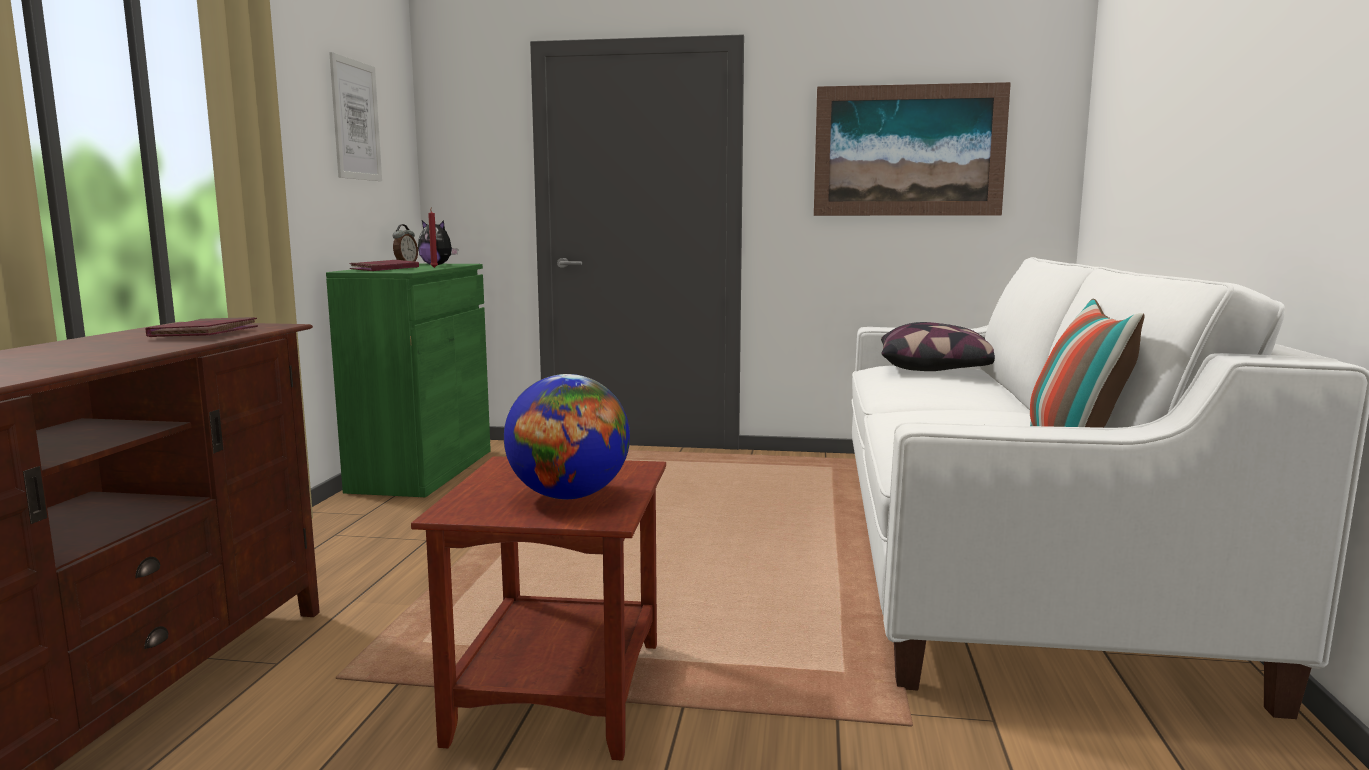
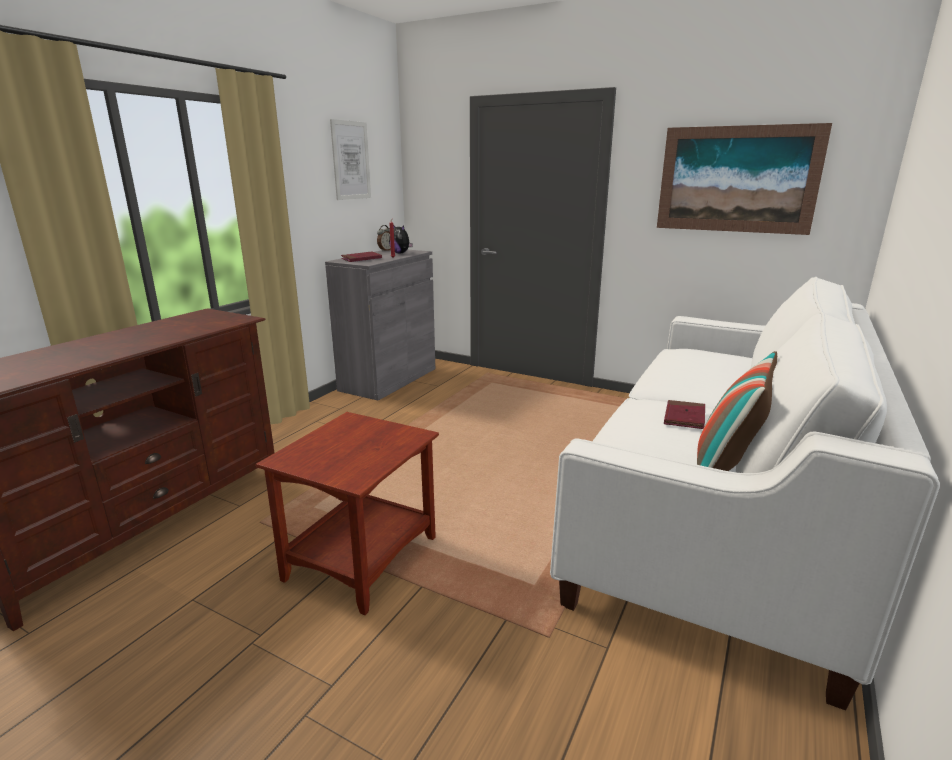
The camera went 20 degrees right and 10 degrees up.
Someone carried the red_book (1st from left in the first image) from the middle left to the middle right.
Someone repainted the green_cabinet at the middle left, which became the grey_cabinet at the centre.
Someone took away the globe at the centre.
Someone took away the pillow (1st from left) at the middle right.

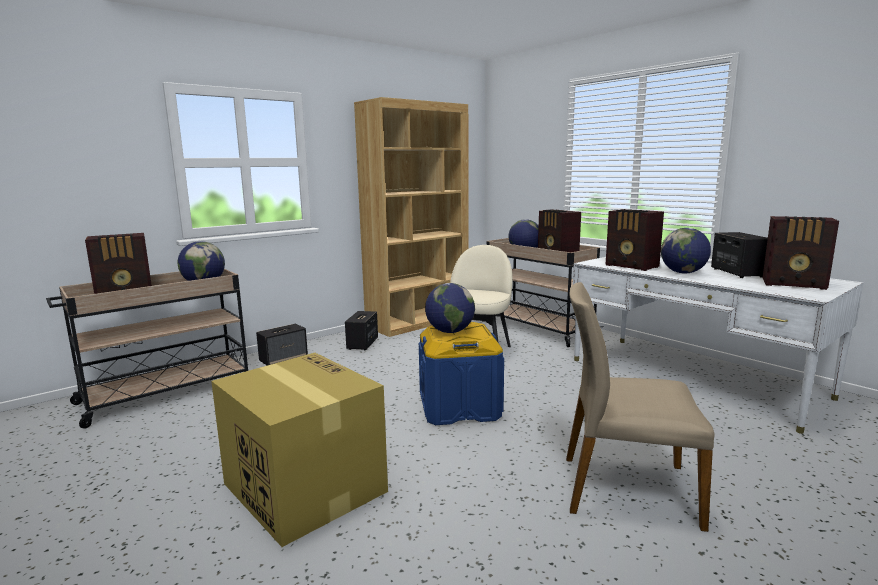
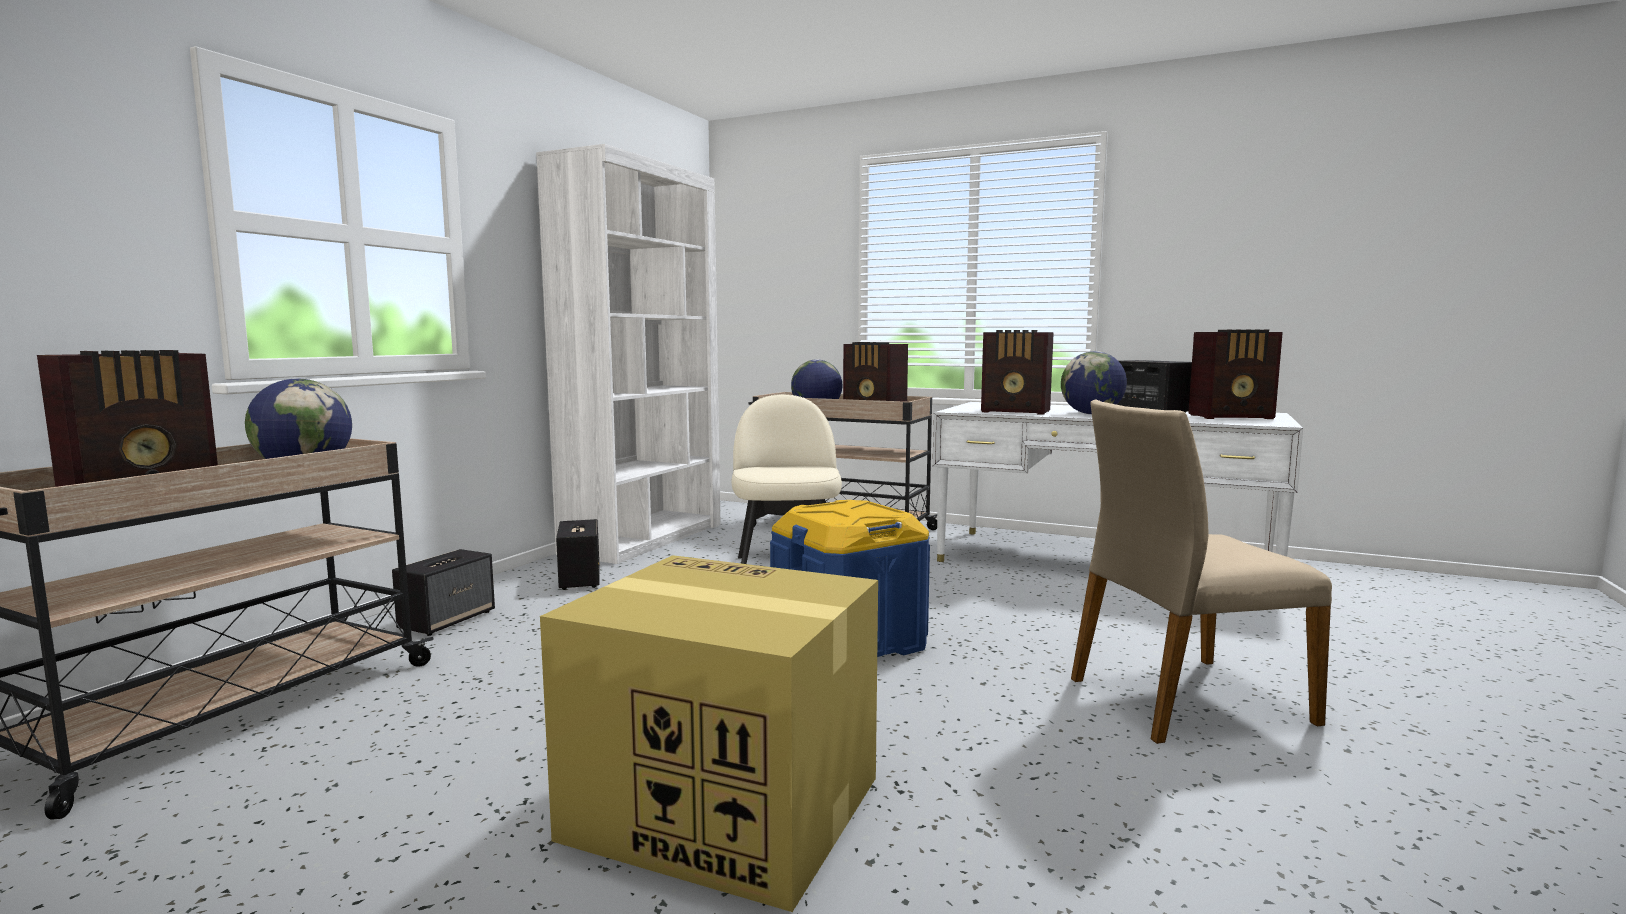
The camera went 25 degrees left and 5 degrees down.
Someone repainted the brown_bookcase at the centre, which became the white_bookcase at the centre.
Someone took away the globe (2nd from left) at the centre.

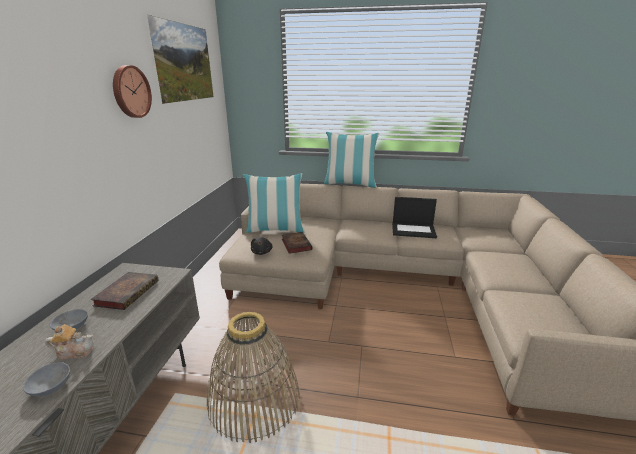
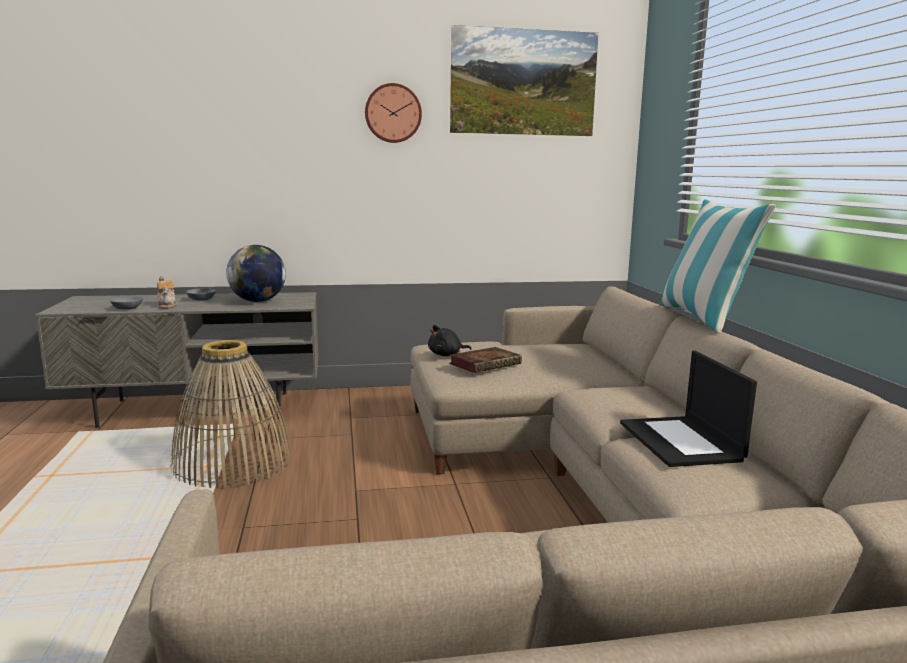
The camera went 70 degrees right and 10 degrees down.
Someone swapped the book (1st from left) at the middle left for the globe at the middle left.
Someone took away the pillow (1st from left) at the centre.

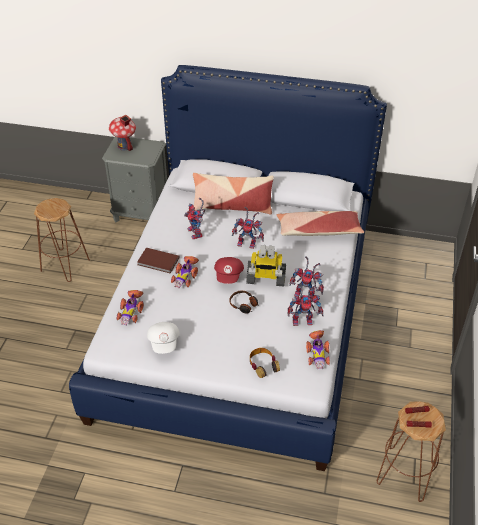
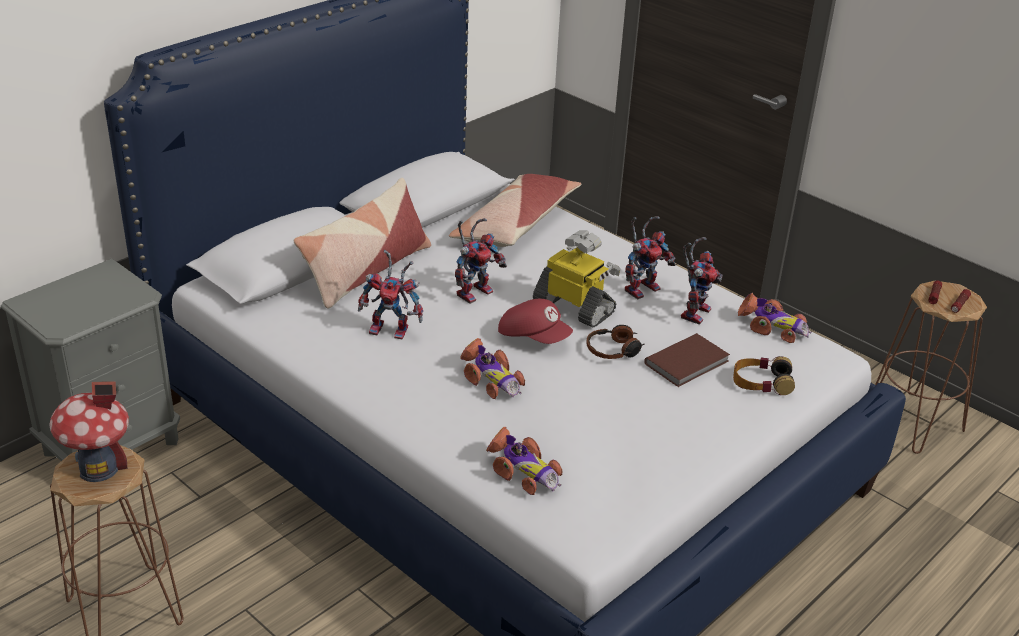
The camera went 60 degrees left and 10 degrees down.
Someone carried the toy_house from the top left to the bottom left.
Someone carried the brown_book from the middle left to the middle right.
Someone took away the white_cap at the centre.
Someone rotated the toy_robot (3rd from left) at the centre by 90 degrees counterclockwise.

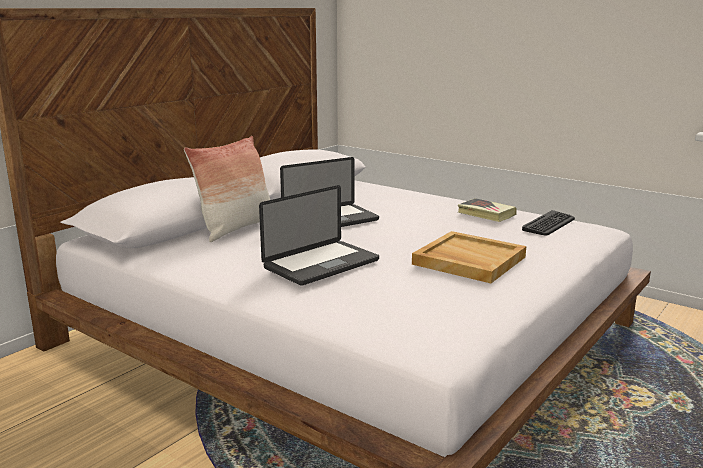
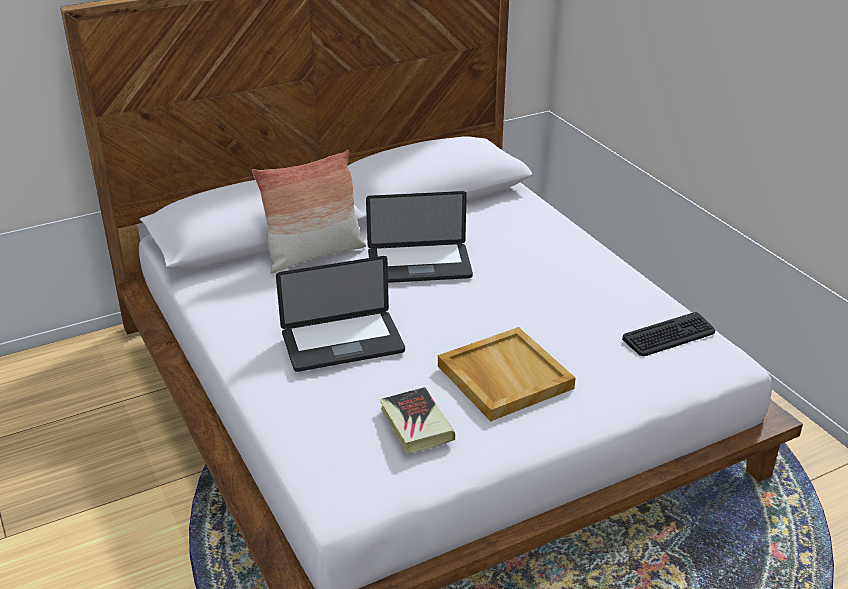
The camera went 25 degrees right and 15 degrees up.
Someone carried the book from the middle right to the bottom centre.

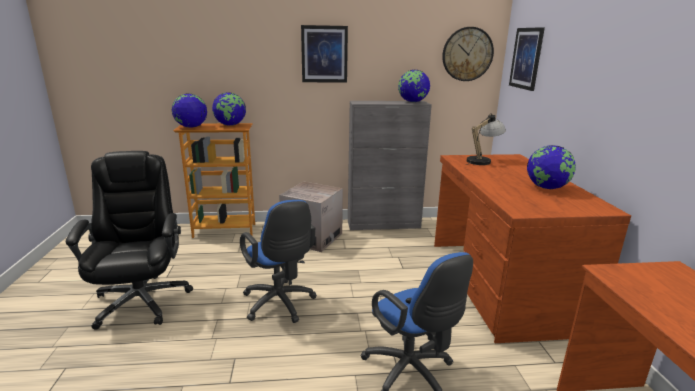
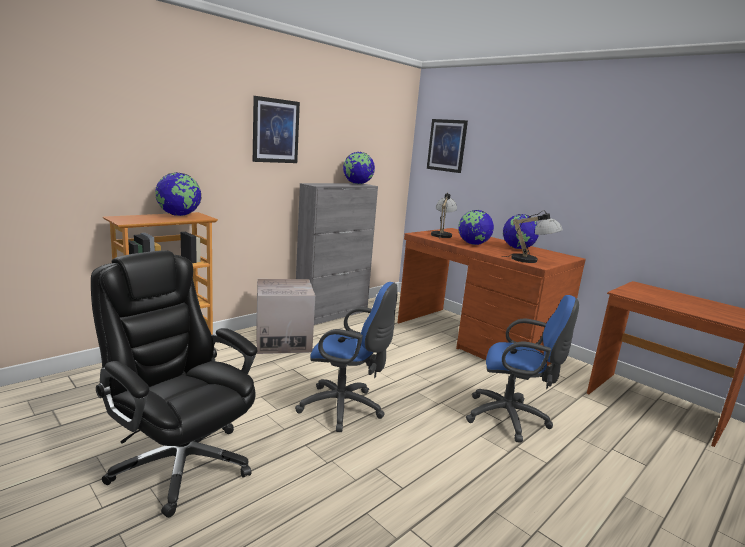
The camera went 40 degrees left and 5 degrees down.
Someone carried the globe (1st from left in the first image) from the top left to the centre.
Someone took away the wall_clock at the top right.
Someone put down the table_lamp (2nd from left) at the middle right.

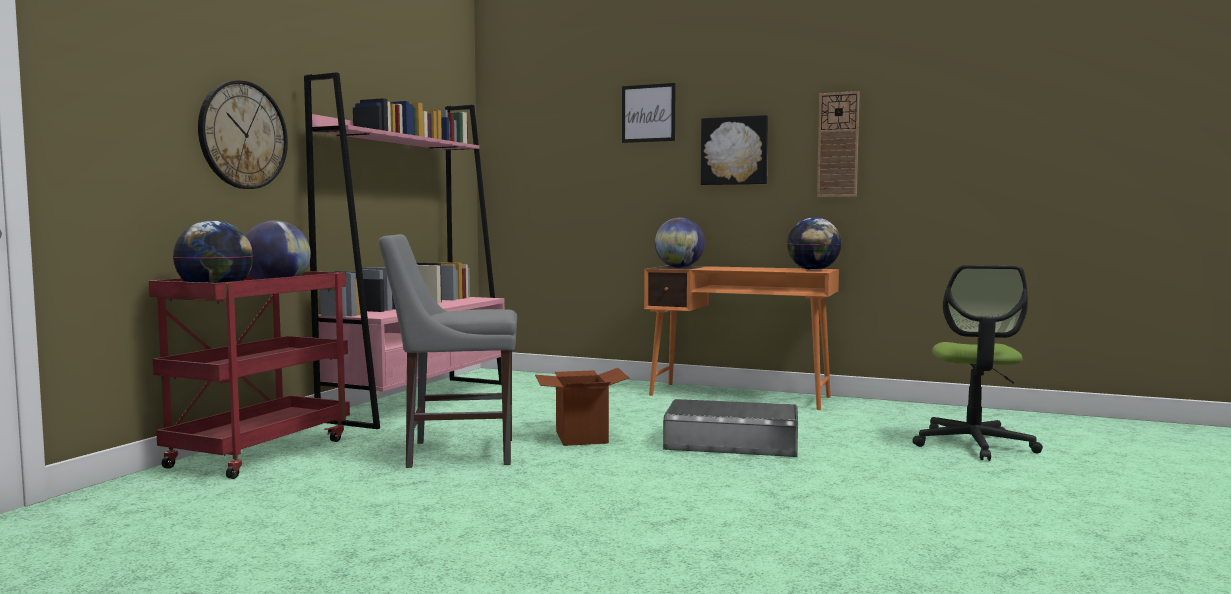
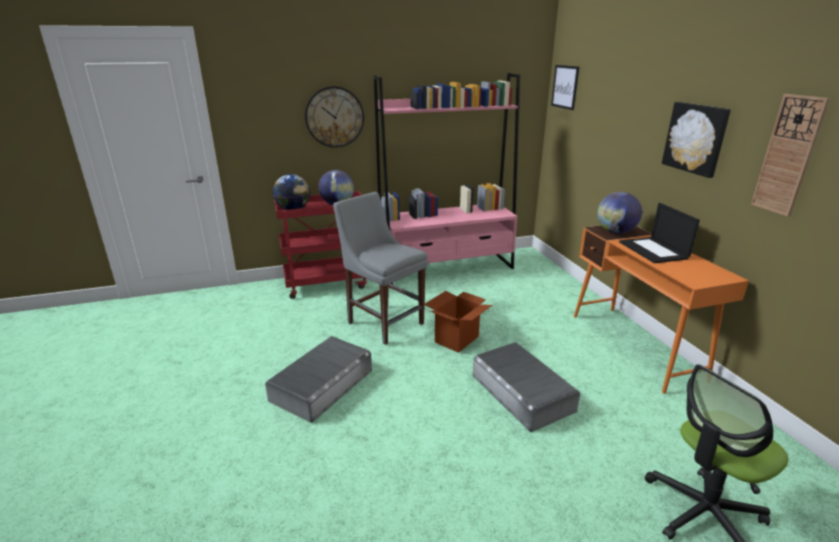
The camera went 50 degrees right and 20 degrees up.
Someone carried the picture (1st from left) from the top centre to the top right.
Someone took away the globe (4th from left) at the centre.
Someone put down the grey_storage_box (1st from left) at the bottom centre.
Someone put down the laptop at the middle right.

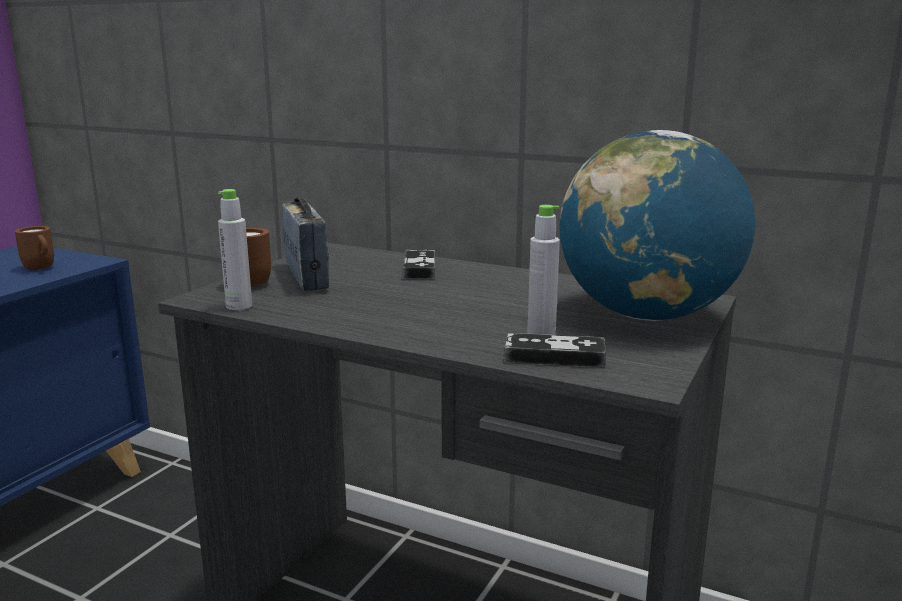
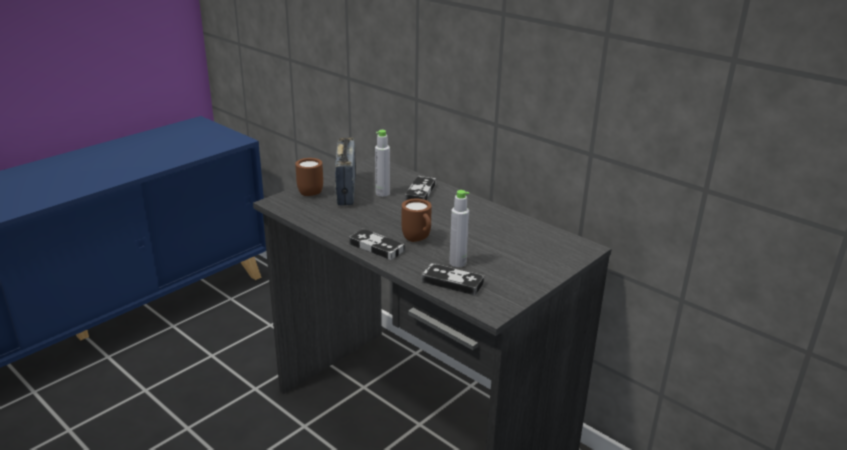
The camera went 15 degrees right and 10 degrees up.
Someone carried the brown_mug (1st from left in the first image) from the middle left to the centre.
Someone carried the grey_bottle (1st from left) from the middle left to the centre.
Someone took away the globe at the middle right.
Someone put down the game_controller (1st from left) at the centre.

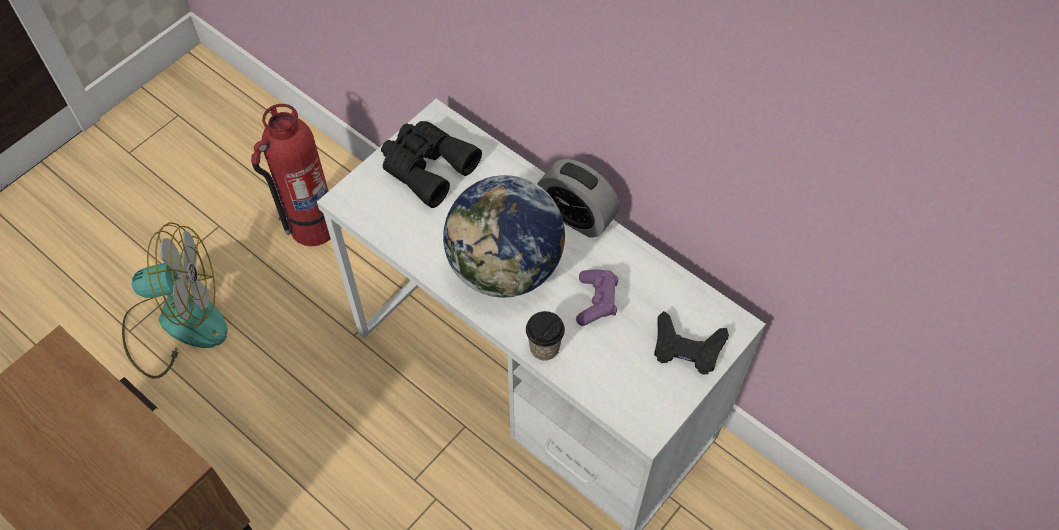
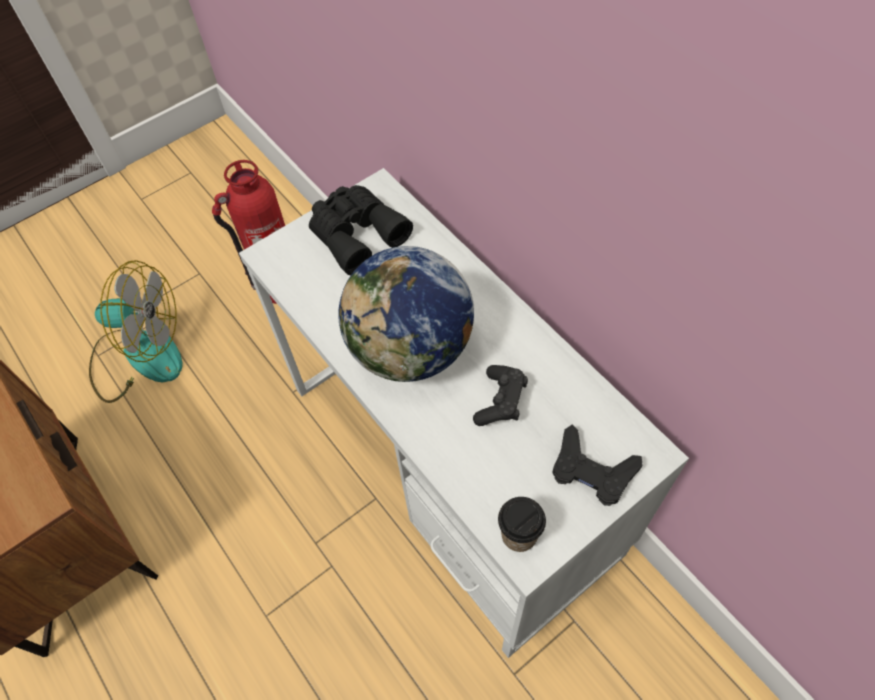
The camera went 15 degrees right and 0 degrees up.
Someone carried the cup from the centre to the bottom centre.
Someone took away the alarm_clock at the centre.
Someone repainted the purple_game_controller at the centre, which became the black_game_controller (1st from left) at the centre.

